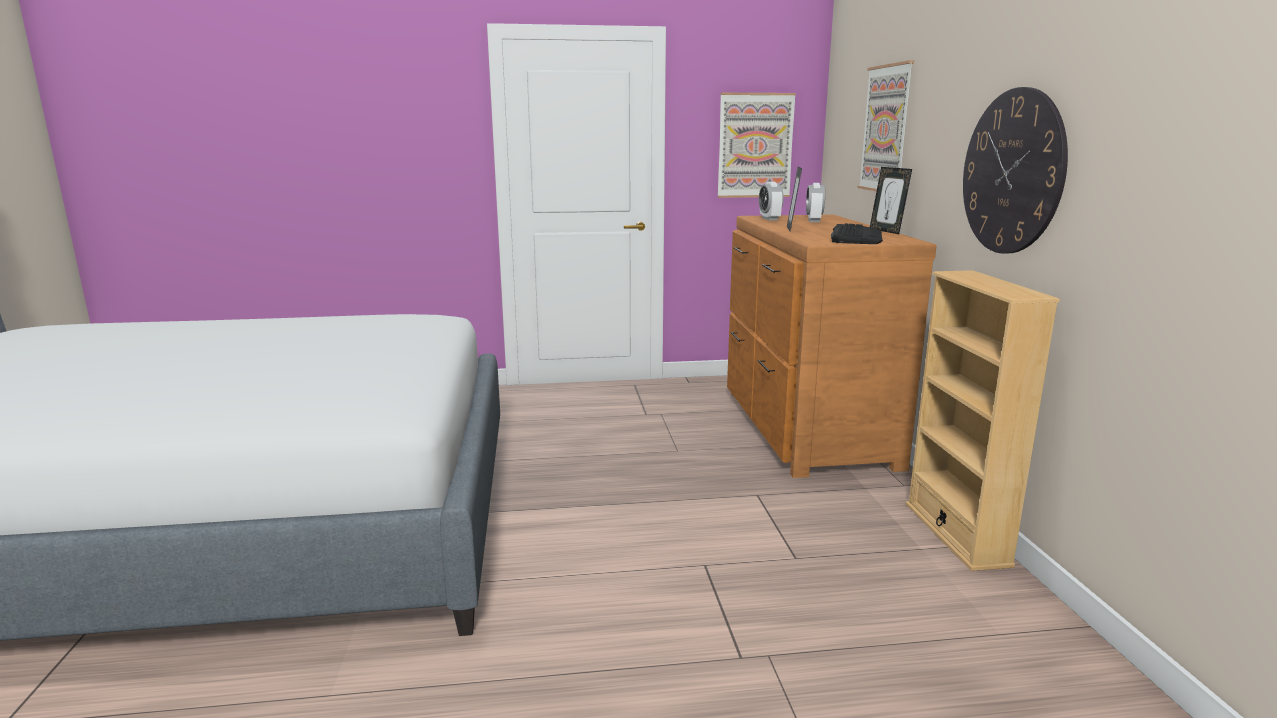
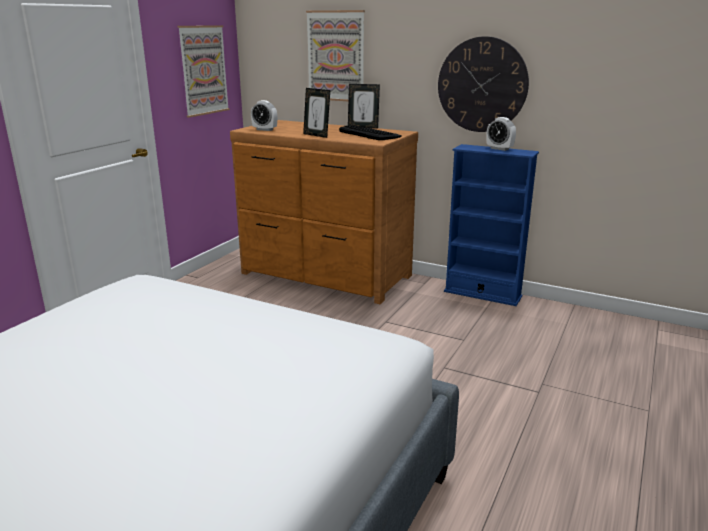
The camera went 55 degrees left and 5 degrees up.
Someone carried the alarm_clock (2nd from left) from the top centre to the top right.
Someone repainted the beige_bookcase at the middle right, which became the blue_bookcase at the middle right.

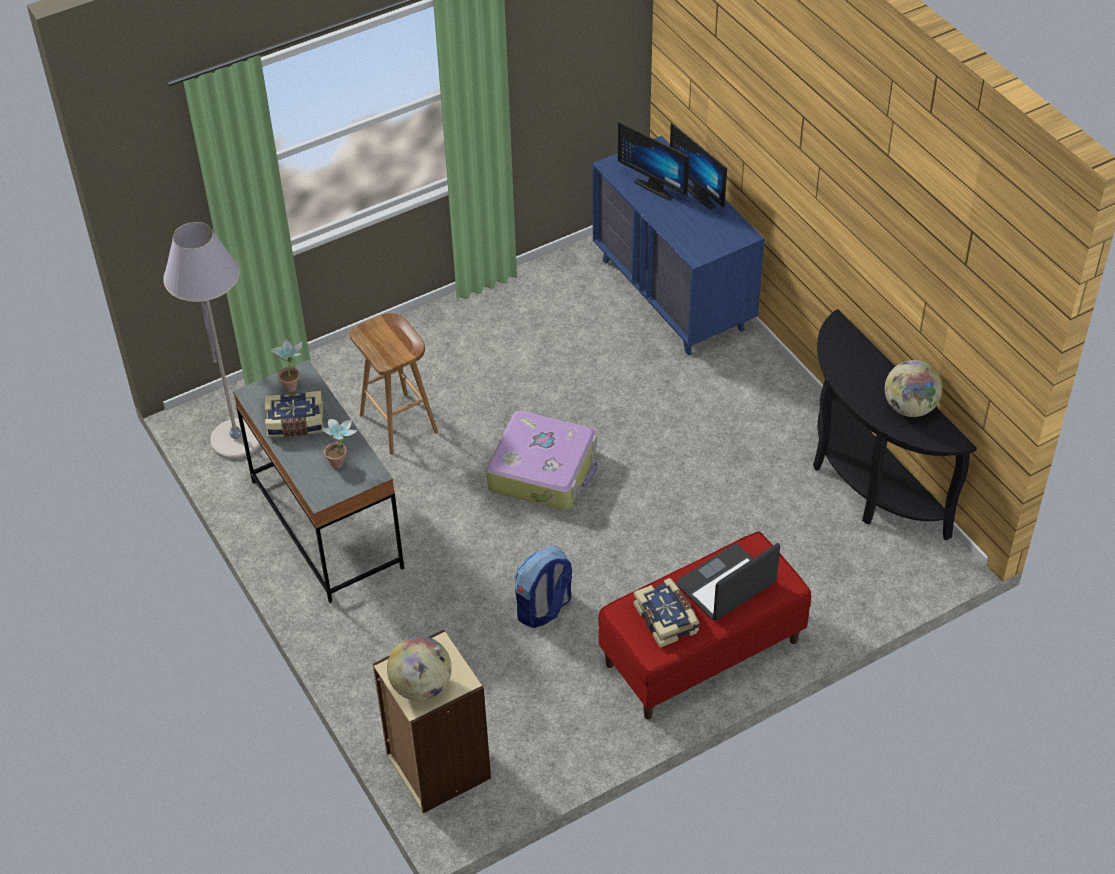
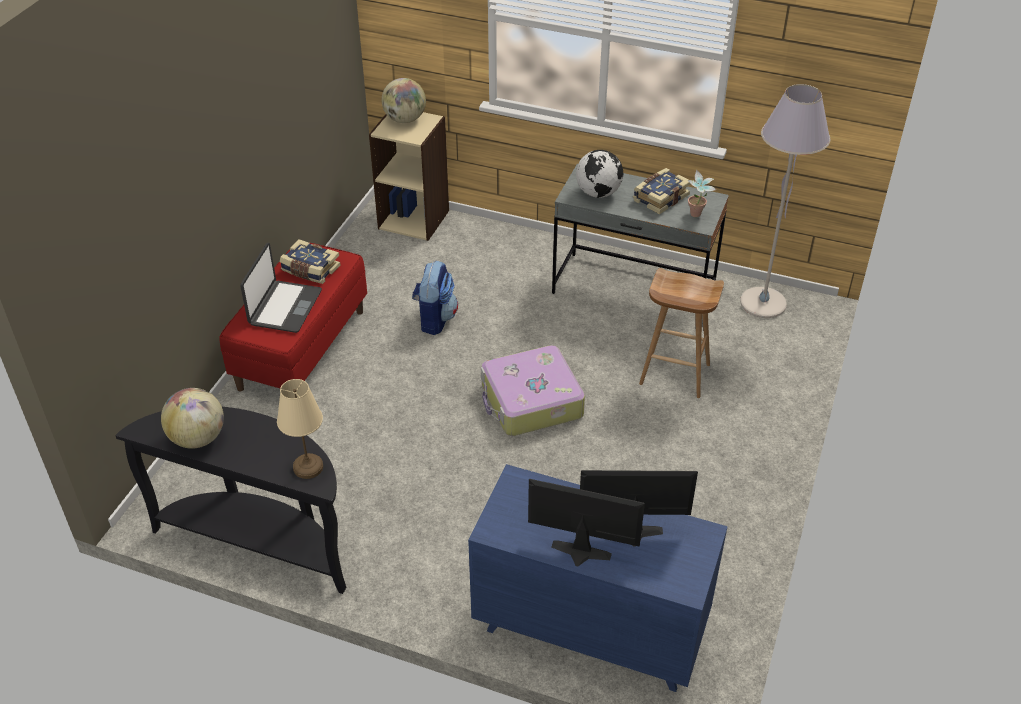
The camera went 140 degrees right and 5 degrees down.
Someone swapped the potted_plant (2nd from left) at the middle left for the globe (3rd from left) at the top centre.
Someone put down the beige_table_lamp at the middle left.

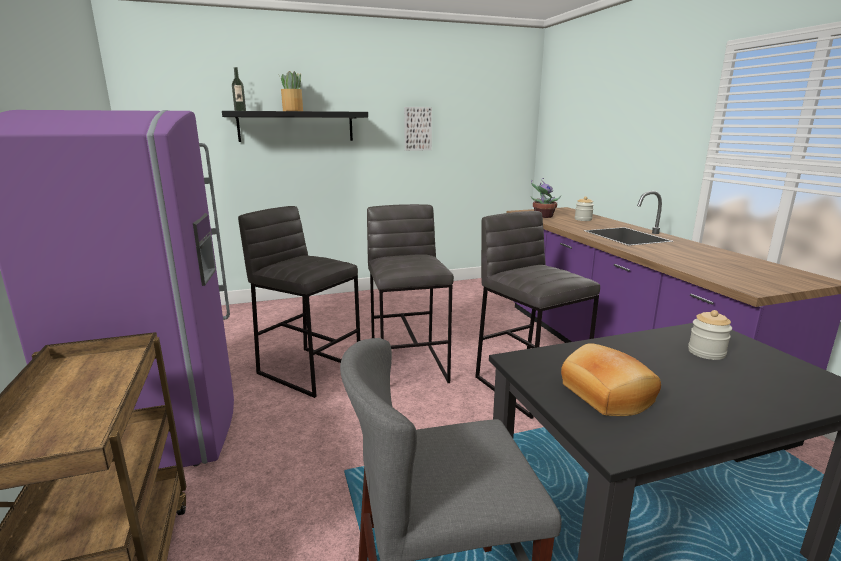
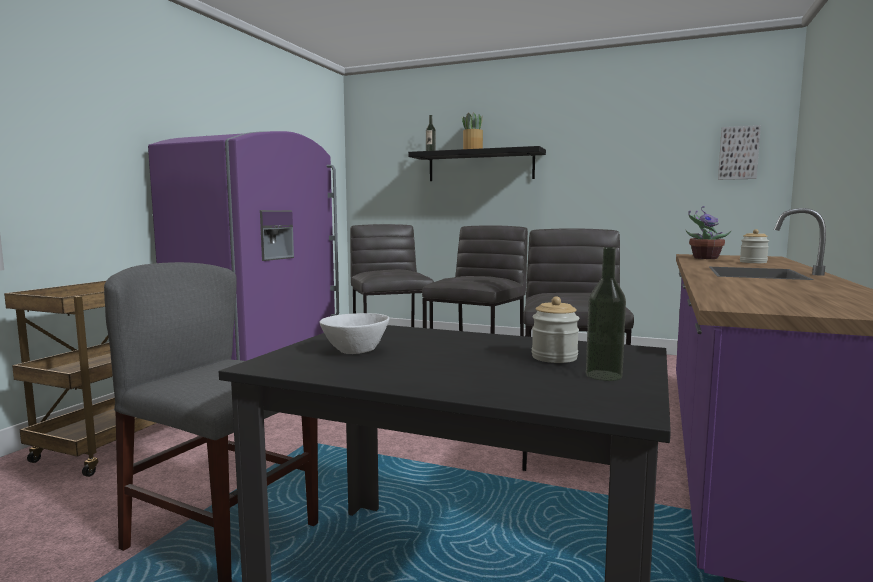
The camera went 40 degrees right and 10 degrees down.
Someone carried the picture from the top centre to the top right.
Someone swapped the bread at the bottom right for the white_bowl at the centre.
Someone put down the bottle (2nd from left) at the middle right.

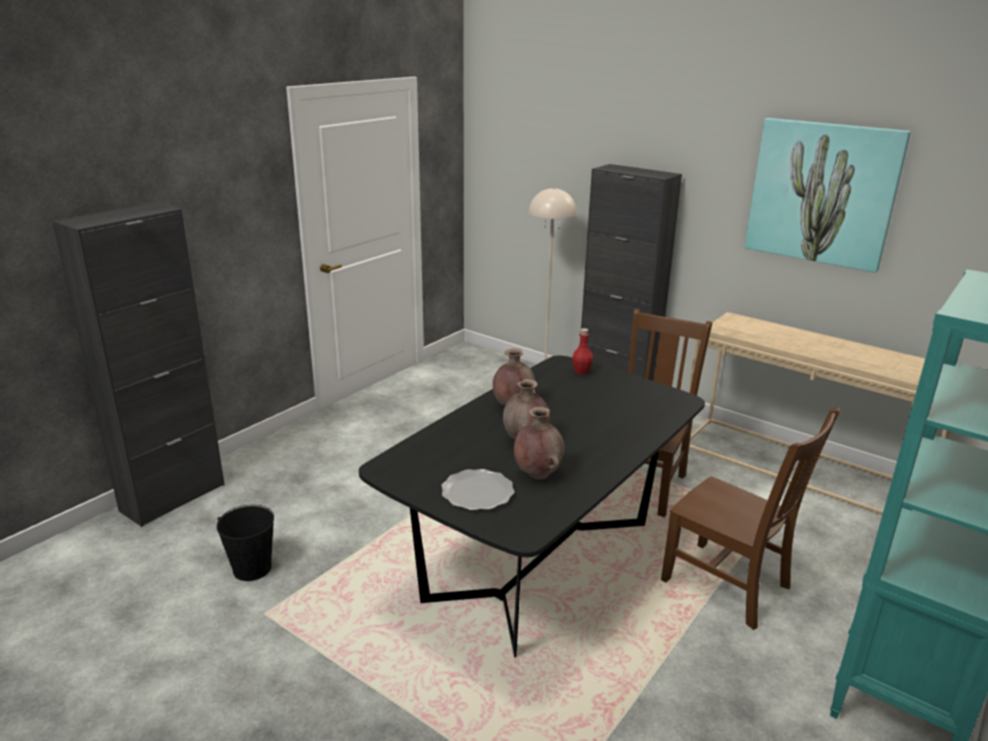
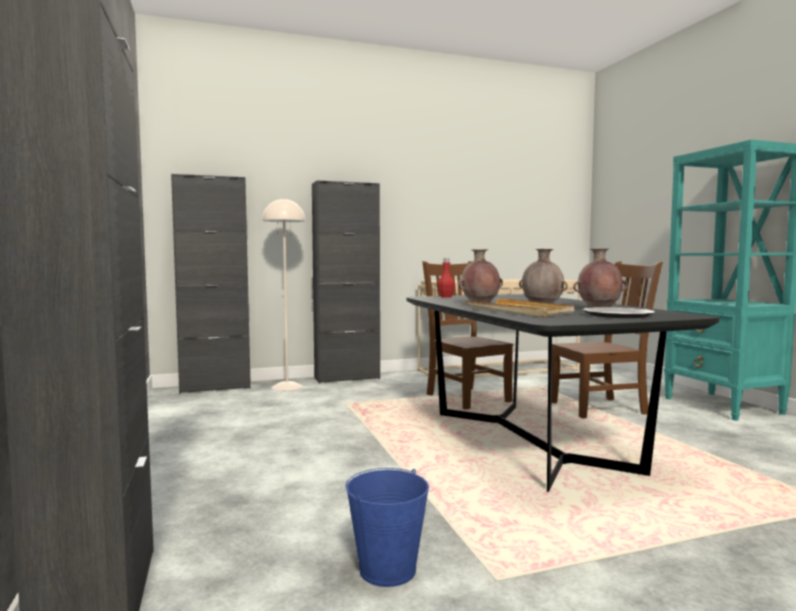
The camera went 55 degrees left and 20 degrees down.
Someone repainted the black_bucket at the bottom left, which became the blue_bucket at the bottom centre.
Someone took away the picture at the top right.
Someone put down the black_cabinet (2nd from left) at the middle left.
Someone put down the beige_tray at the centre.

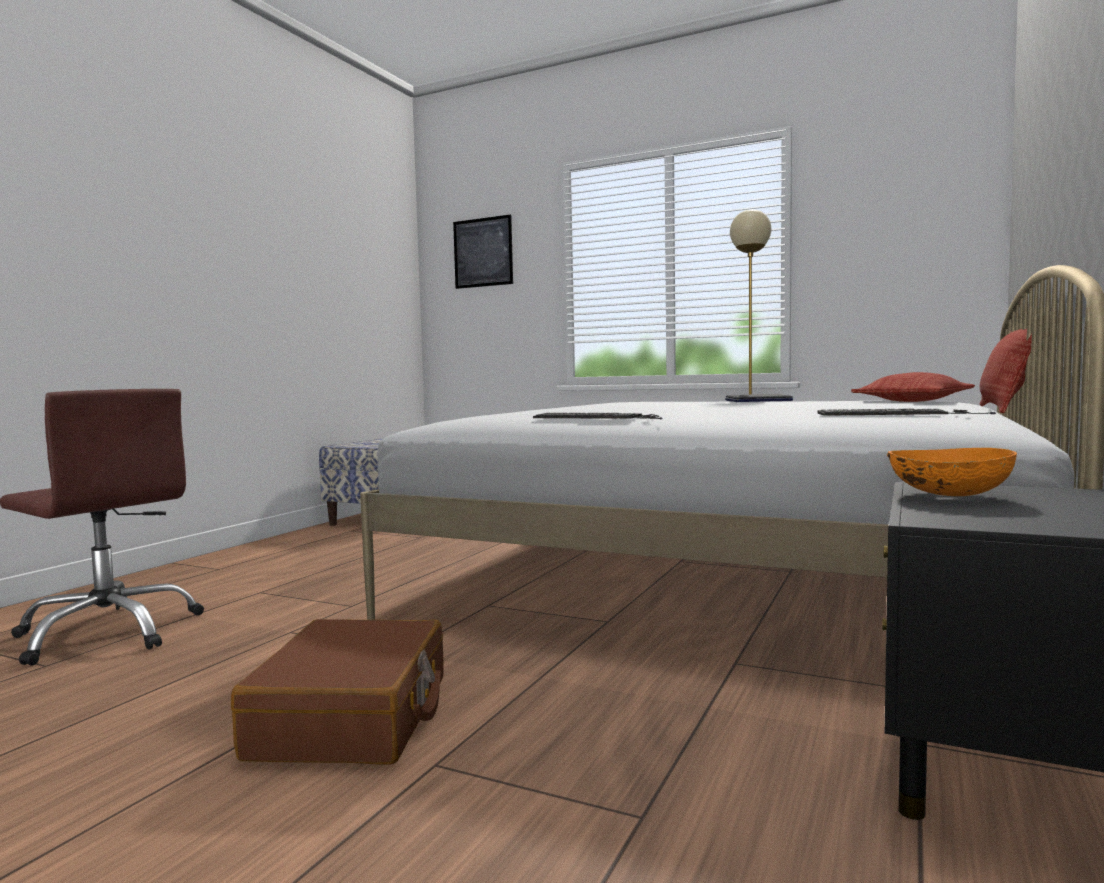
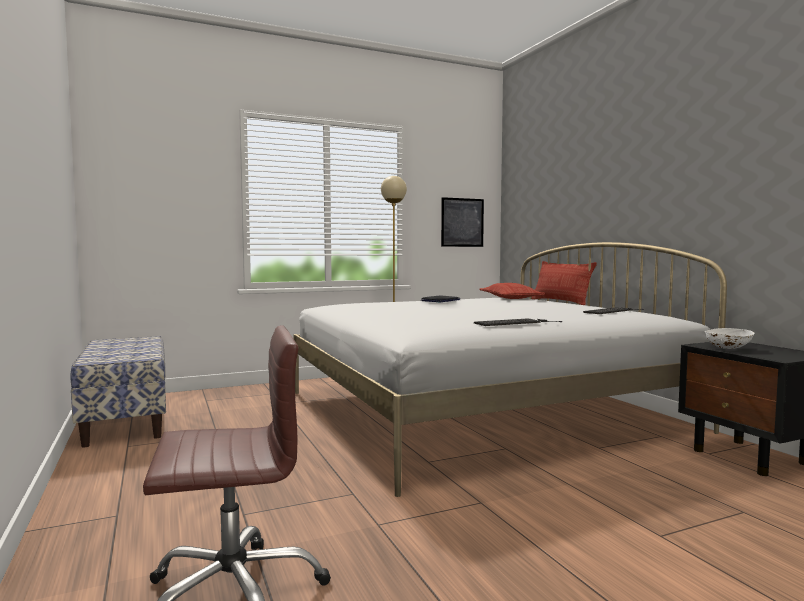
The camera went 50 degrees left and 0 degrees up.
Someone took away the brown_suitcase at the bottom left.
Someone carried the picture from the top centre to the centre.
Someone repainted the orange_bowl at the middle right, which became the white_bowl at the middle right.

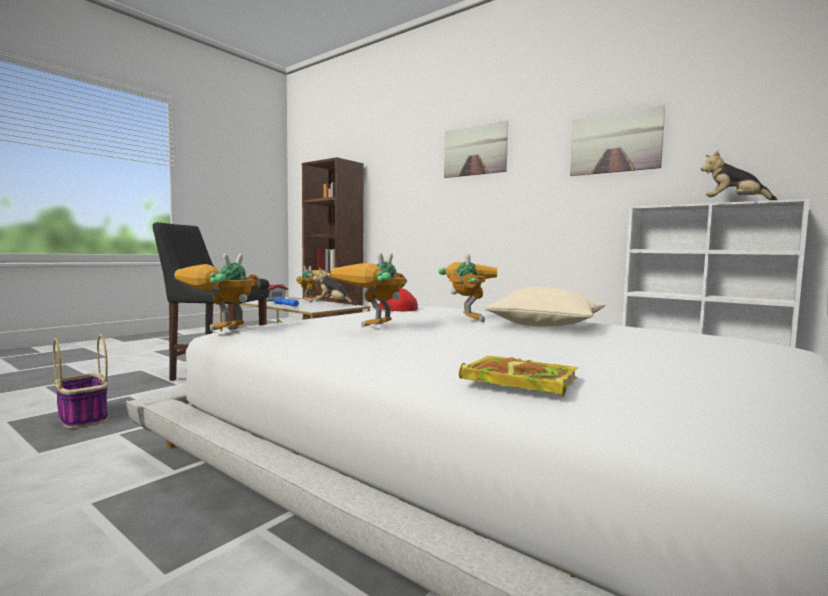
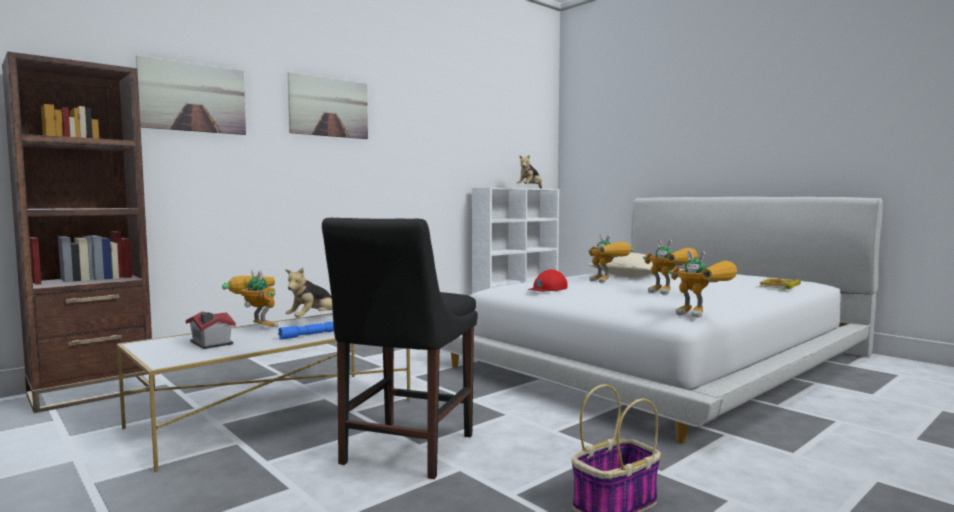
The camera went 80 degrees left and 0 degrees up.
Someone rotated the toy_robot (4th from left in the first image) at the centre by 135 degrees counterclockwise.
Someone carried the picture (2nd from left in the first image) from the top right to the top left.

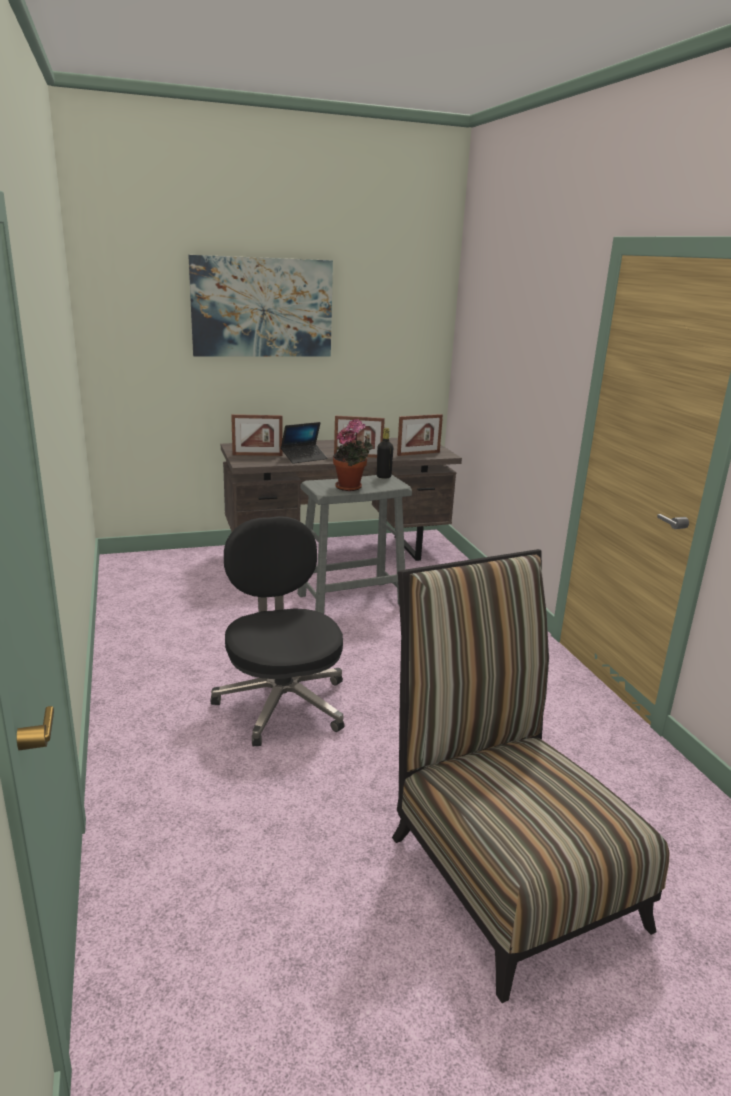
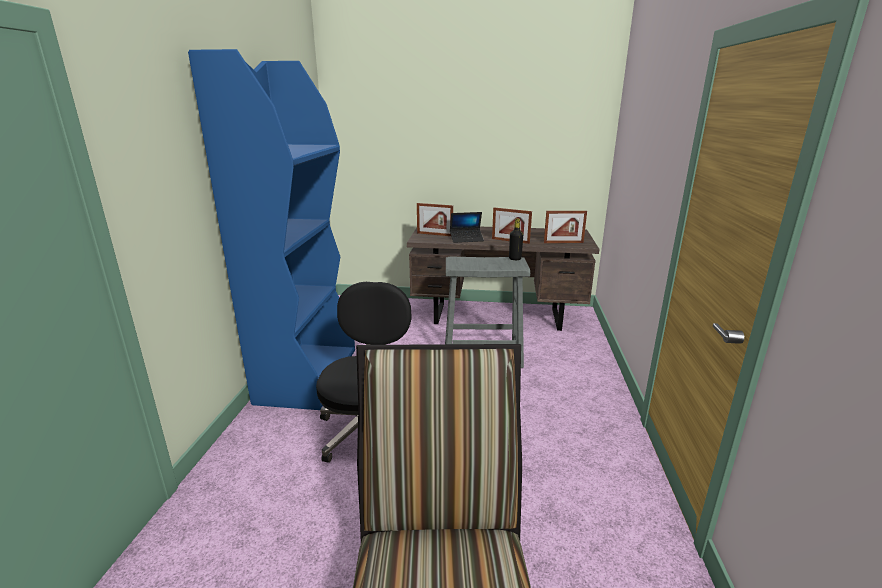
The camera went 25 degrees right and 0 degrees up.
Someone took away the picture at the top centre.
Someone took away the potted_plant at the centre.
Someone put down the blue_bookcase at the middle left.

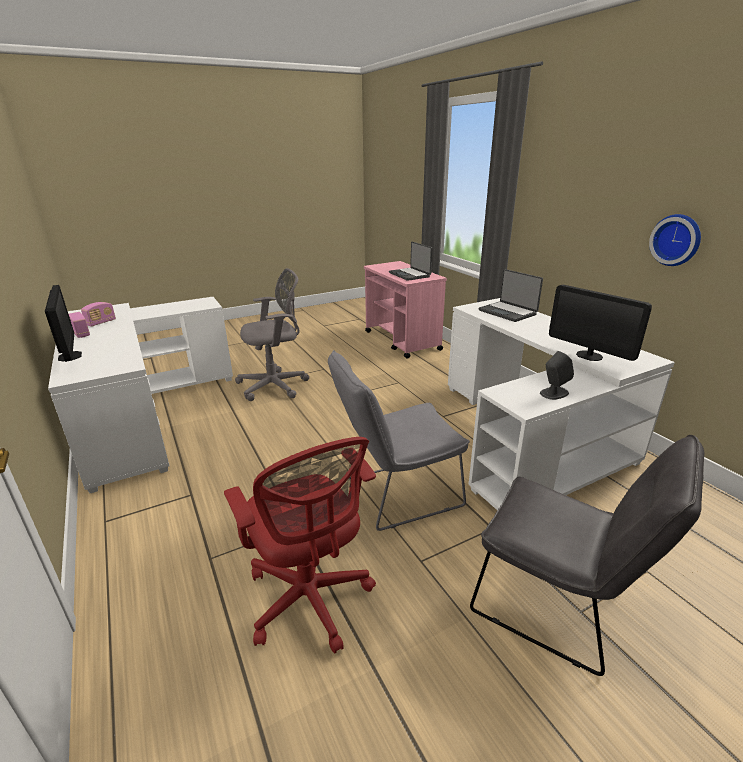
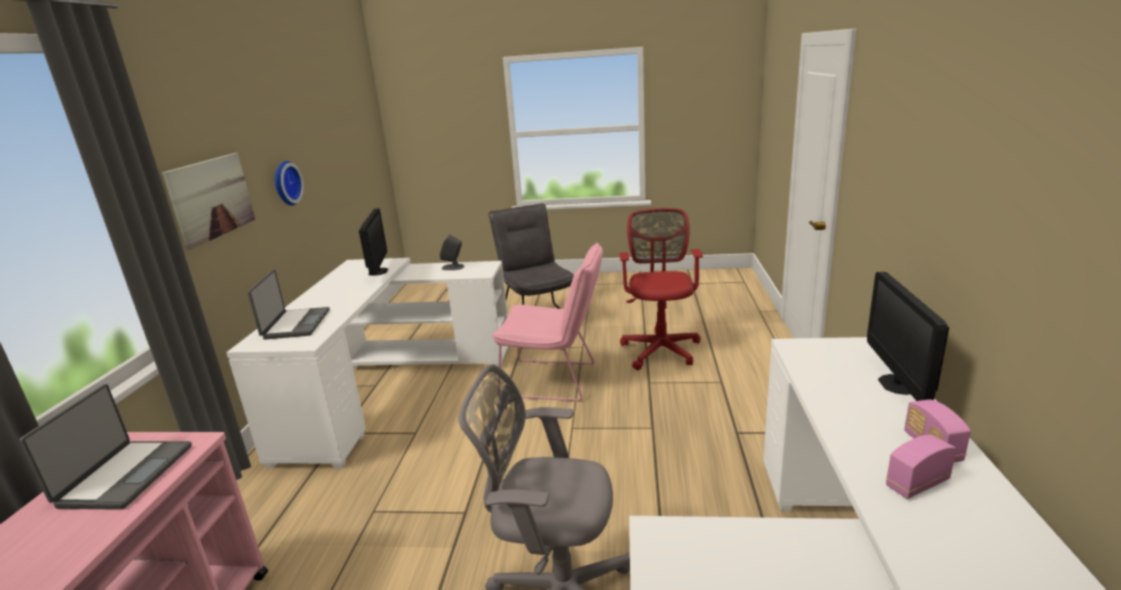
The camera went 145 degrees left and 5 degrees down.
Someone repainted the grey_chair (1st from left) at the centre, which became the pink_chair at the centre.
Someone put up the picture at the middle left.

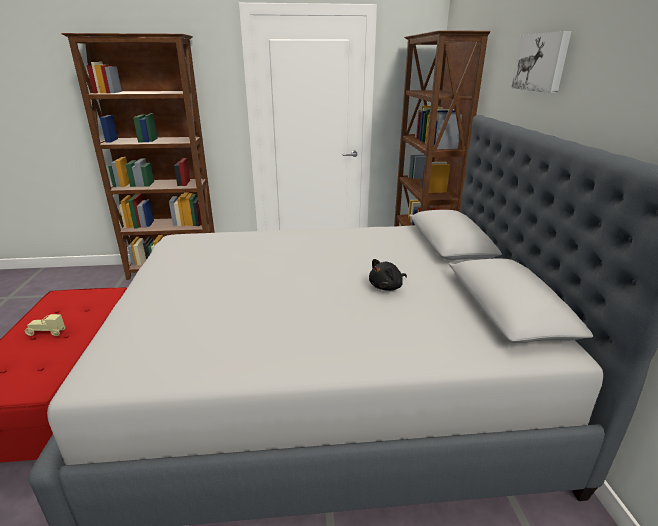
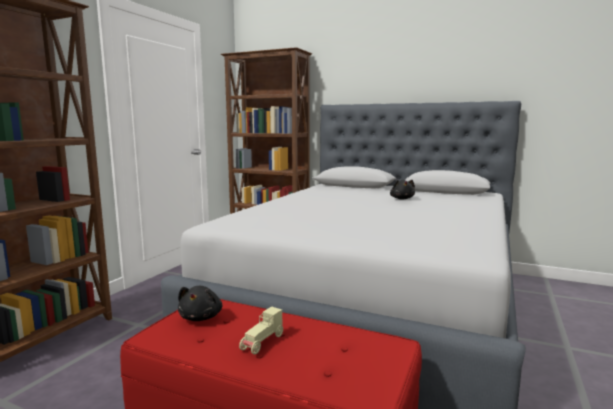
The camera went 60 degrees left and 15 degrees down.
Someone took away the picture at the top right.
Someone put down the black_plush_toy (1st from left) at the bottom left.

